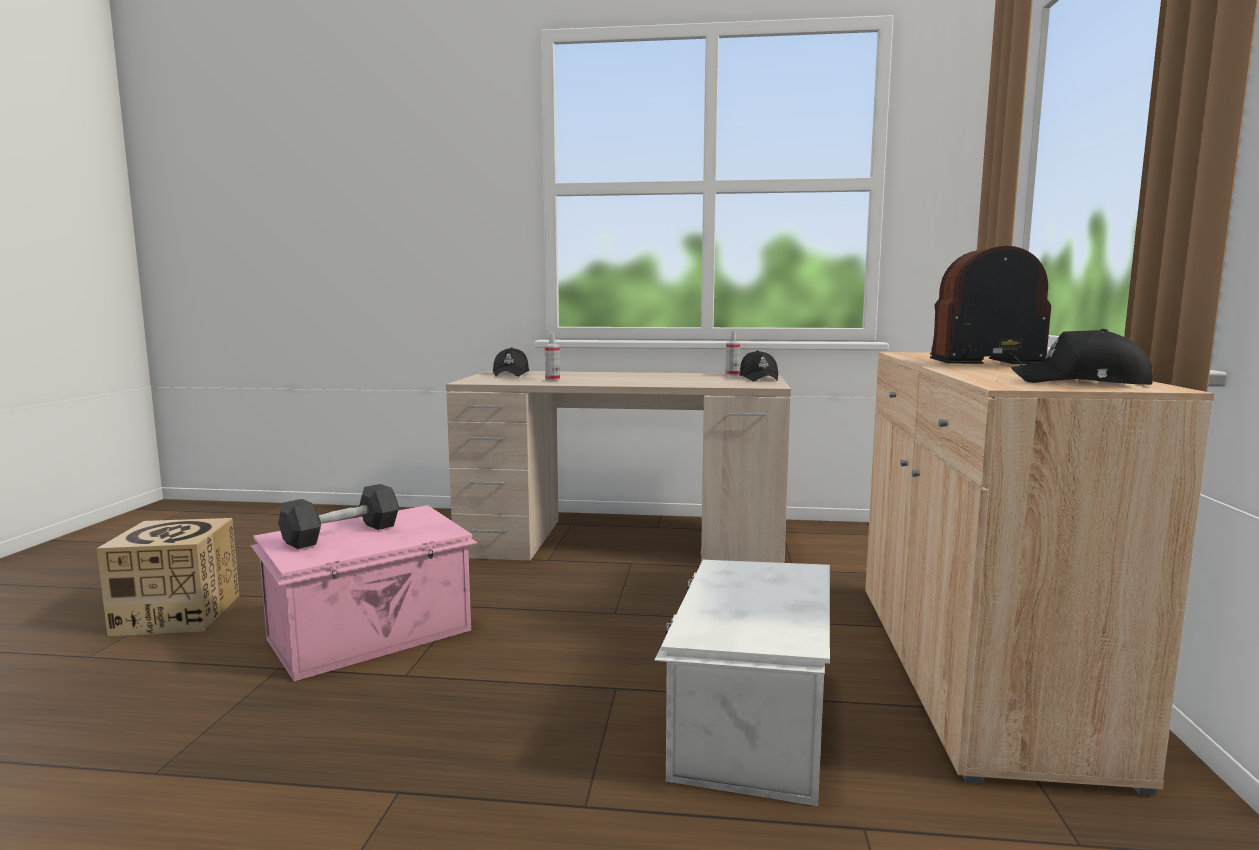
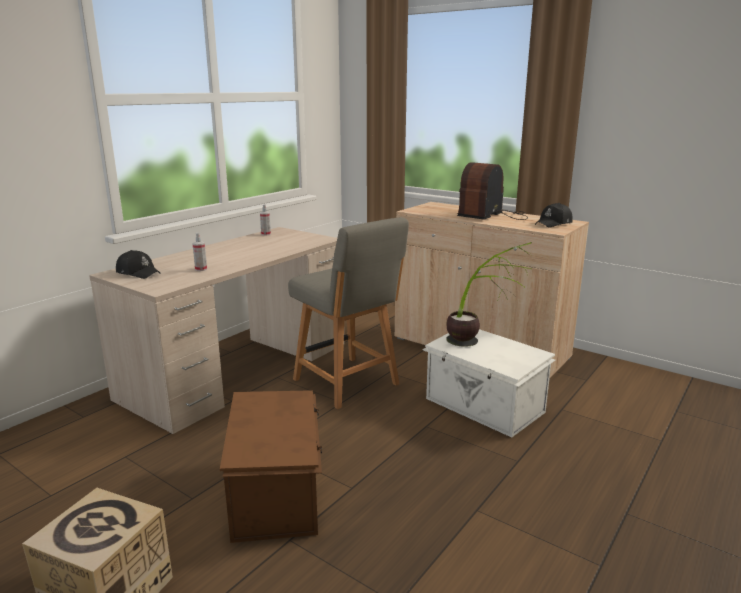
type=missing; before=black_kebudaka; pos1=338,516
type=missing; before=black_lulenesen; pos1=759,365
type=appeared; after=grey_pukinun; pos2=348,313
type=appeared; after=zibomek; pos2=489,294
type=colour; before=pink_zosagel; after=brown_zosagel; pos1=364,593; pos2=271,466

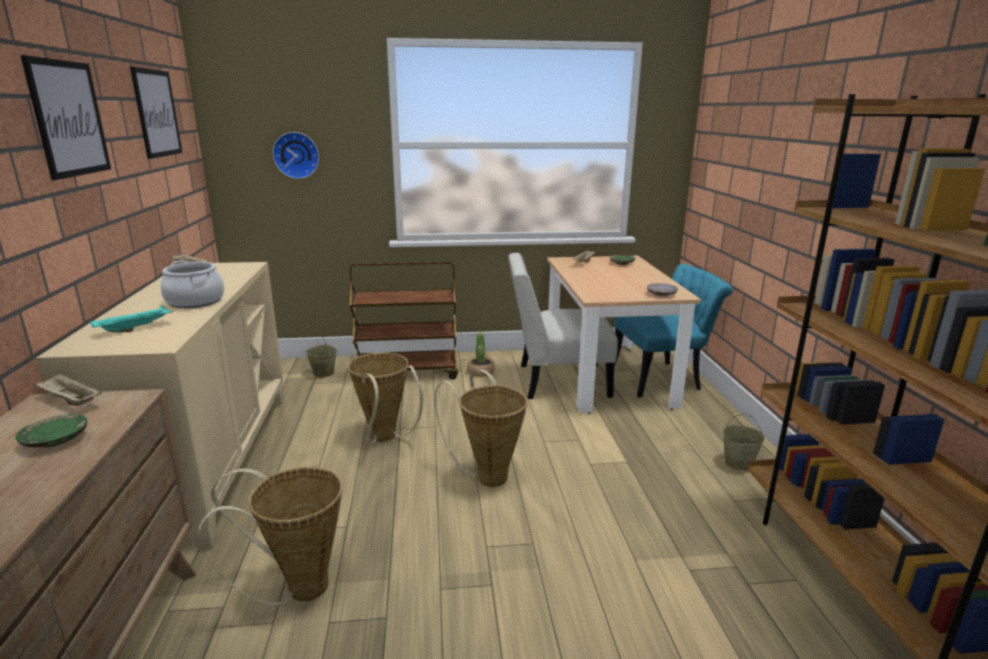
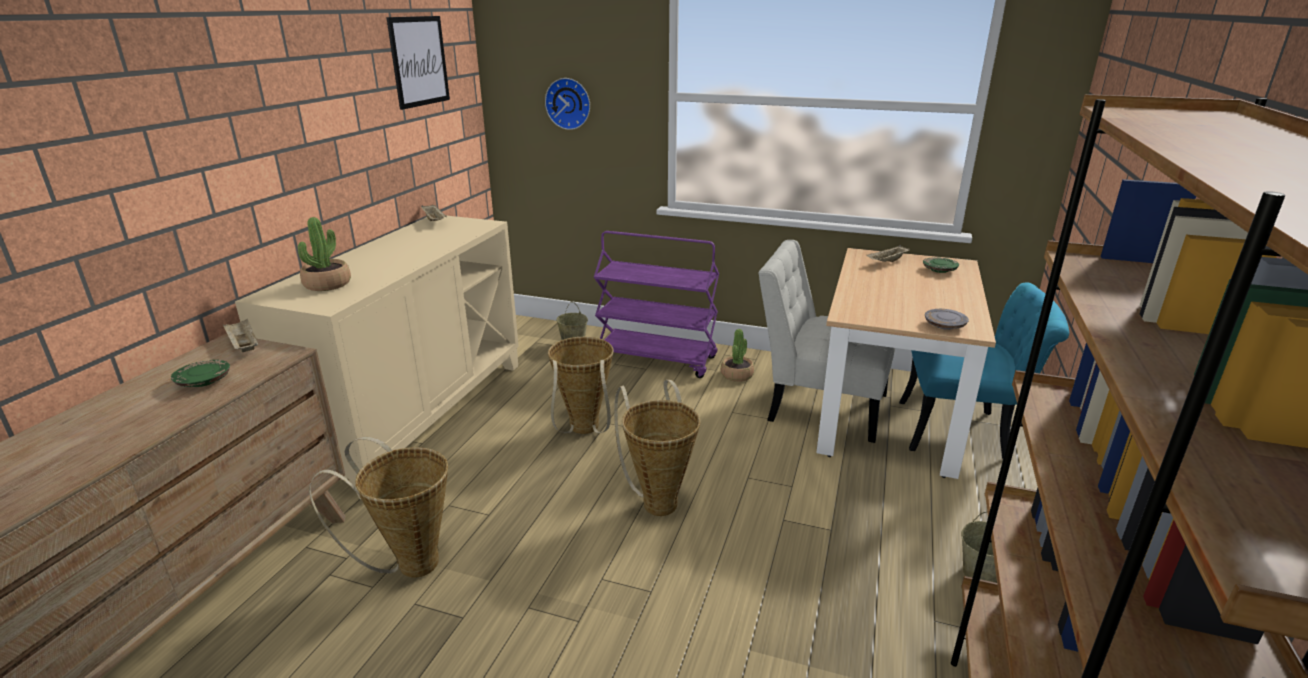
type=missing; before=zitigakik; pos1=65,117
type=missing; before=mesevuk; pos1=192,284
type=exchanged; before=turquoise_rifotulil; after=zibomek; pos1=131,319; pos2=324,254
type=colour; before=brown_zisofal; after=purple_zisofal; pos1=404,321; pos2=656,304

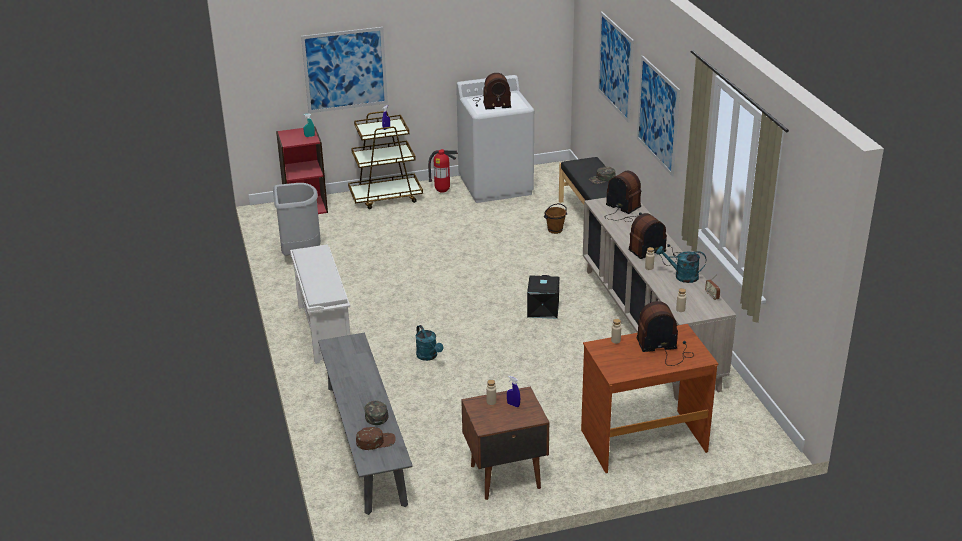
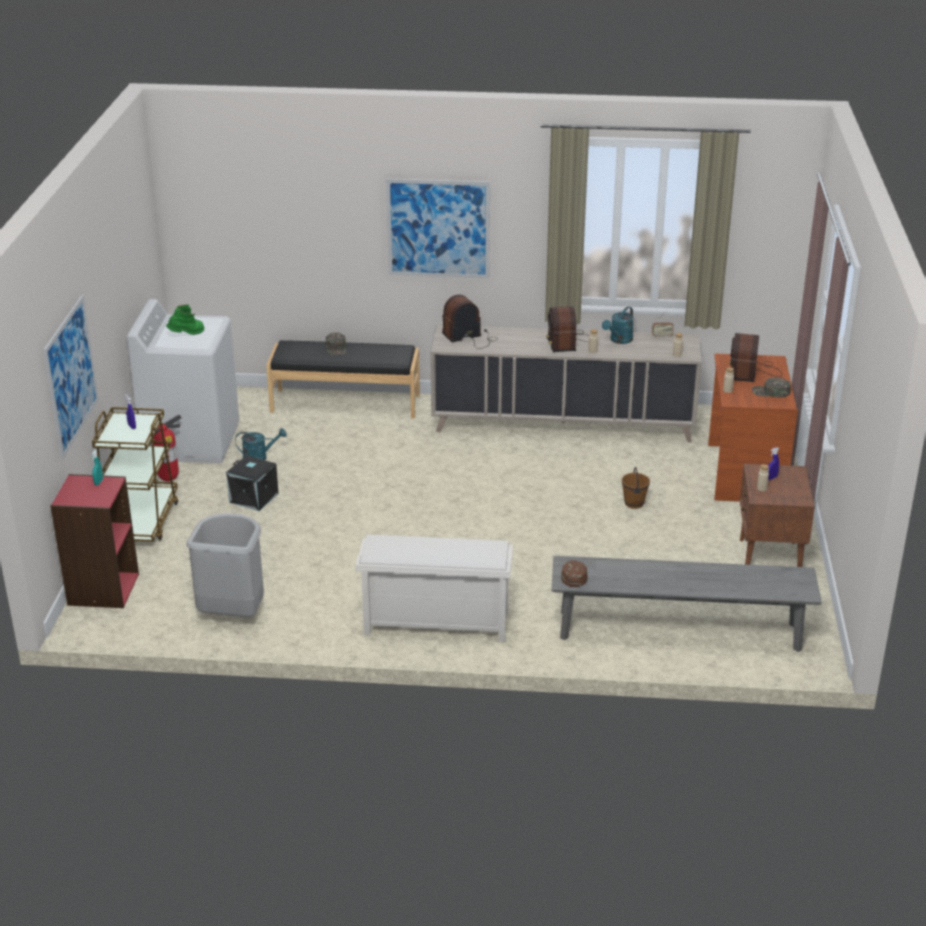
type=missing; before=zitigakik; pos1=616,67
type=relocated; before=brown_lulenesen; pos1=376,438; pos2=574,573
type=relocated; before=green_lulenesen; pos1=376,413; pos2=771,387
type=relocated; before=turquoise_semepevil; pos1=429,343; pos2=261,444
type=relocated; before=black_zosagel; pos1=543,297; pos2=252,483
type=relocated; before=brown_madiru; pos1=555,218; pos2=636,488
type=exchanged; before=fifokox; after=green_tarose; pos1=491,91; pos2=185,319

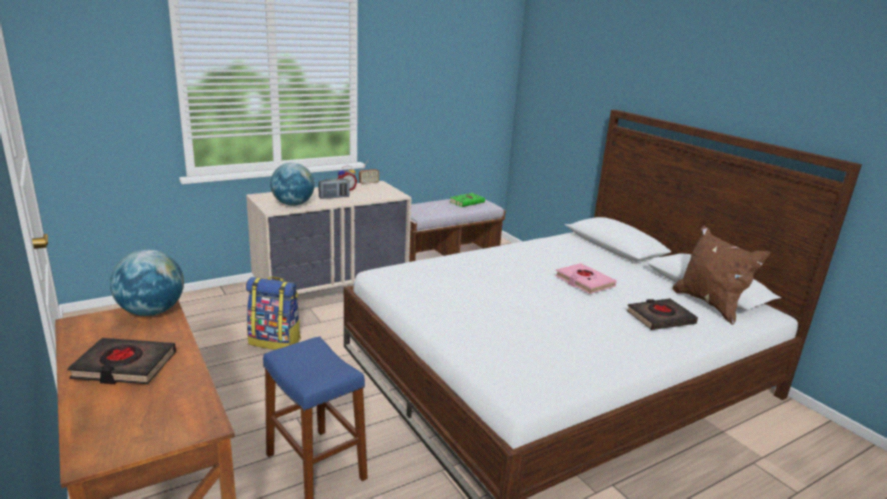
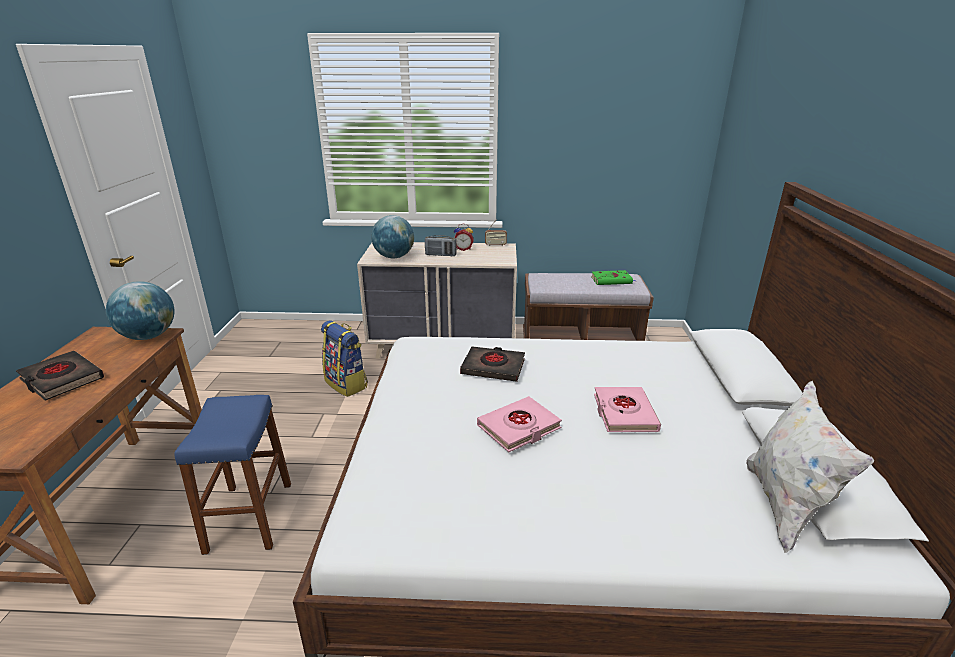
type=appeared; after=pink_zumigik; pos2=519,424
type=relocated; before=black_zumigik; pos1=662,314; pos2=492,364
type=colour; before=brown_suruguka; after=white_suruguka; pos1=721,275; pos2=810,467

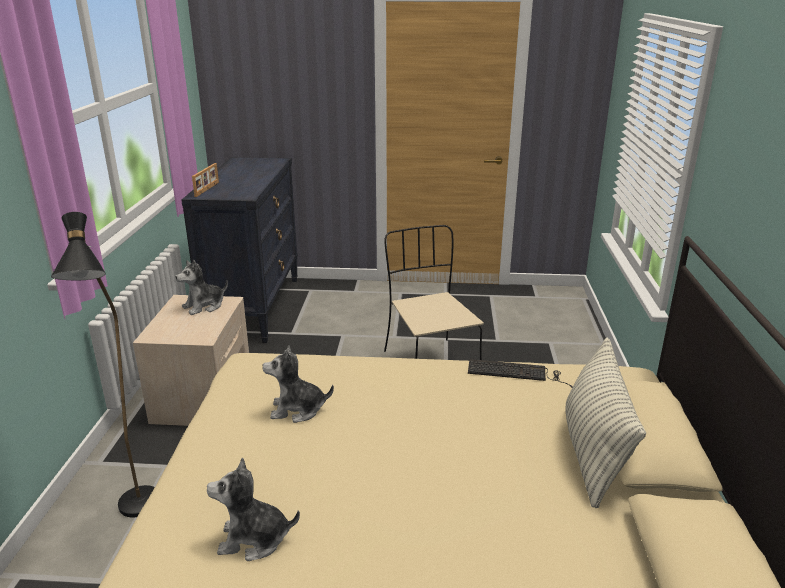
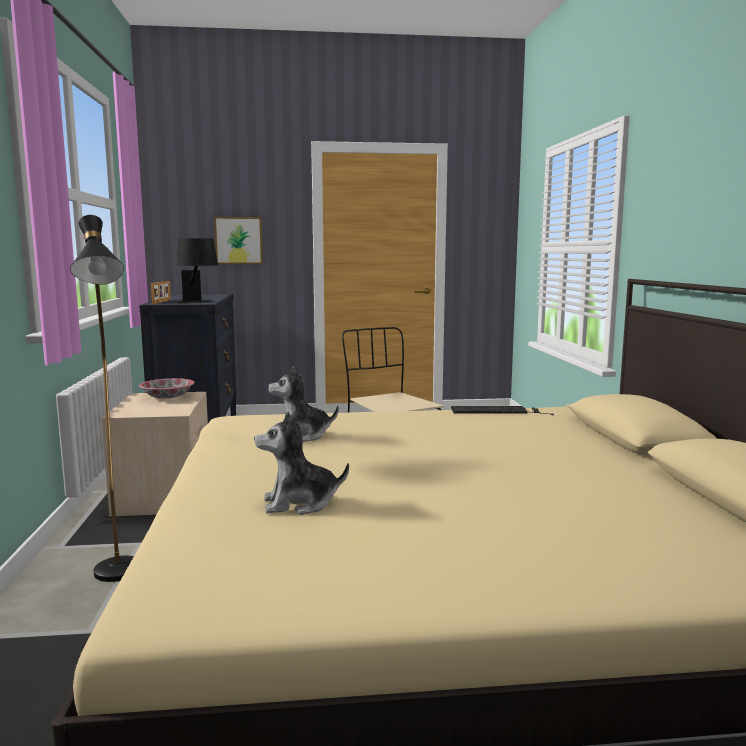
type=missing; before=suruguka; pos1=605,422
type=appeared; after=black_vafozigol; pos2=197,270
type=appeared; after=zitigakik; pos2=238,240
type=exchanged; before=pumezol; after=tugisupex; pos1=201,287; pos2=166,388

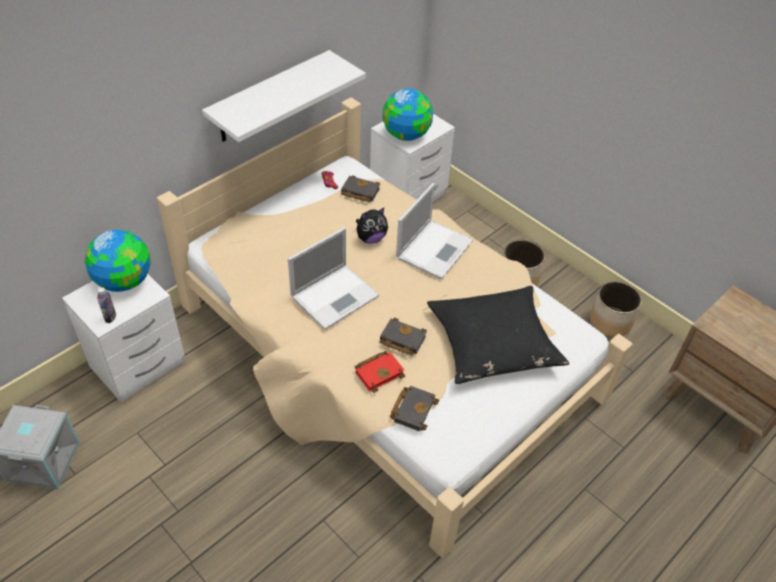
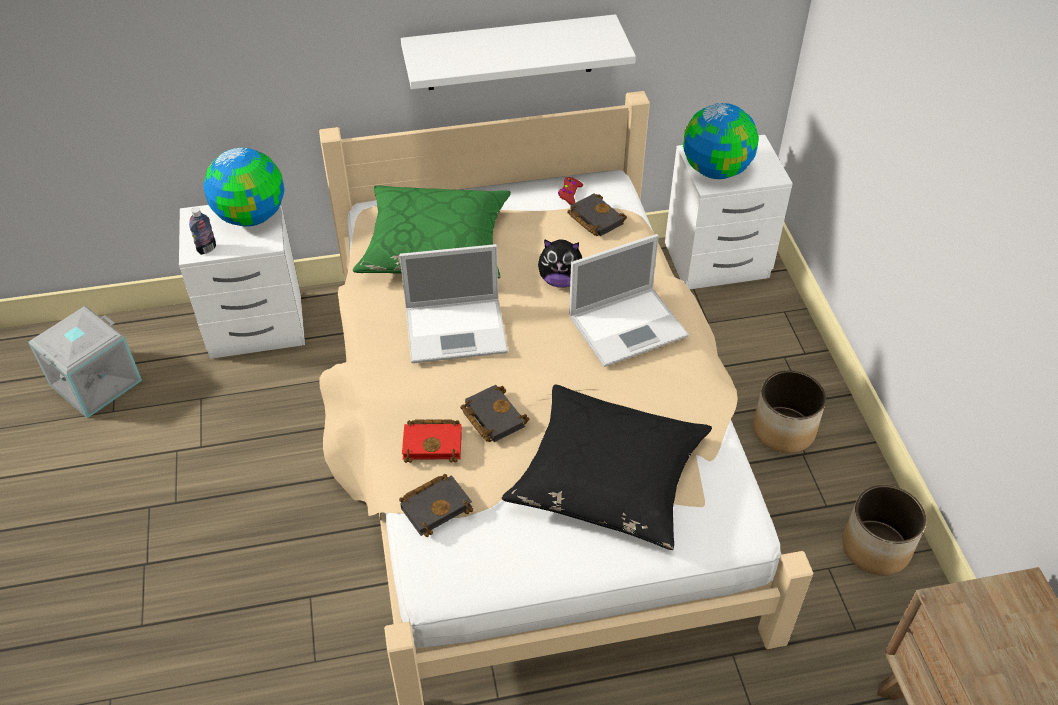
type=appeared; after=green_suruguka; pos2=432,232

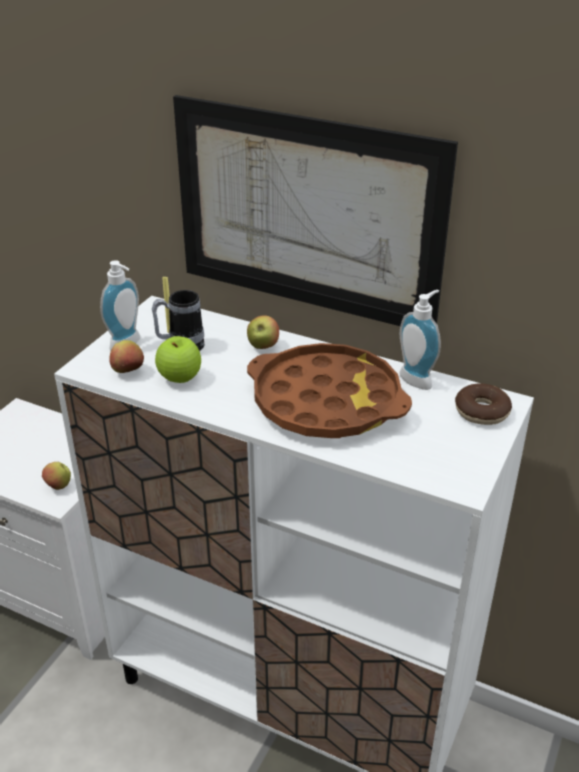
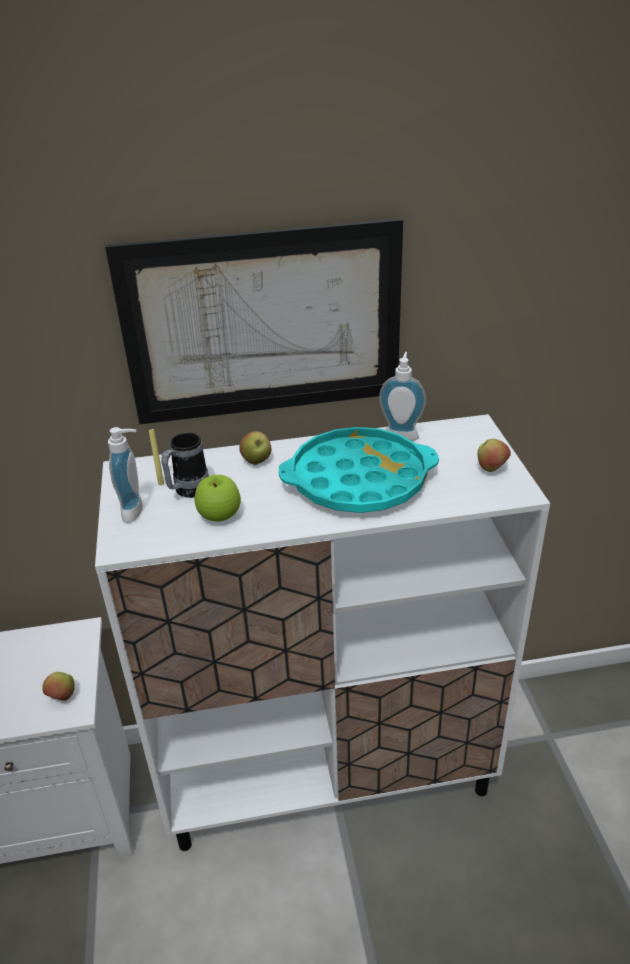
type=missing; before=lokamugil; pos1=483,404
type=relocated; before=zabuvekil; pos1=126,356; pos2=494,455
type=colour; before=brown_rifotulil; after=turquoise_rifotulil; pos1=329,390; pos2=359,470

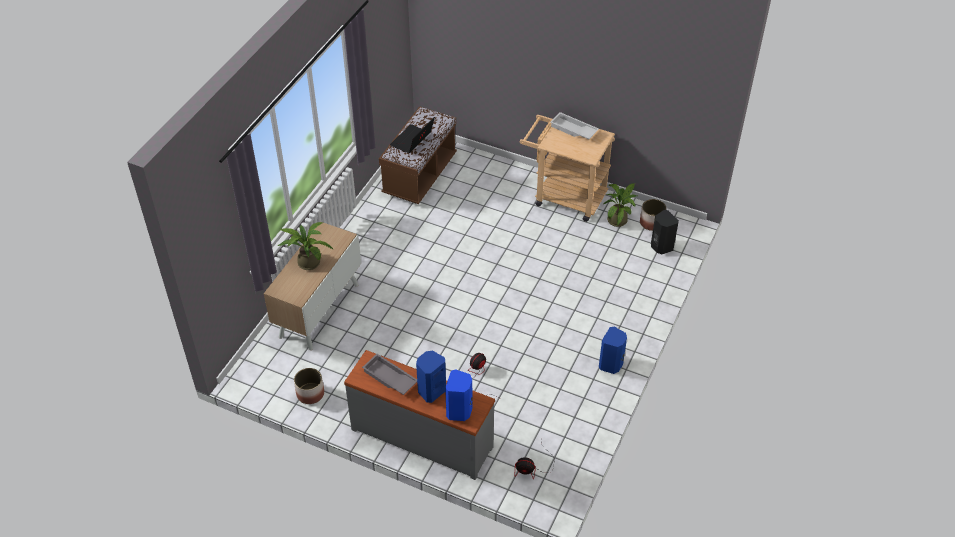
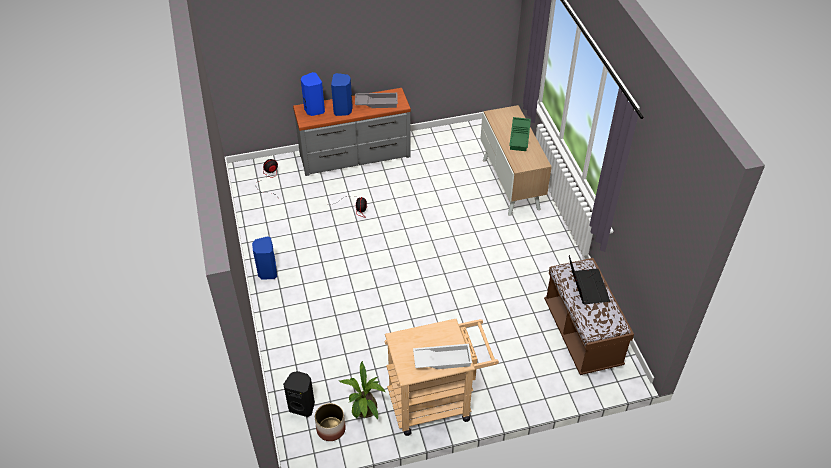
type=missing; before=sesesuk; pos1=309,386
type=exchanged; before=zibomek; after=green_rifotulil; pos1=306,246; pos2=520,134

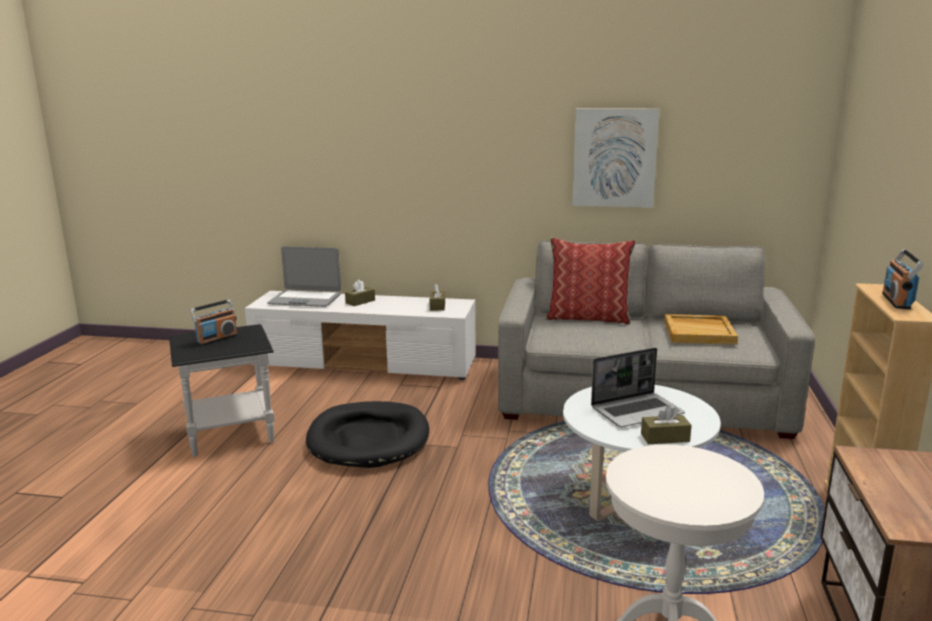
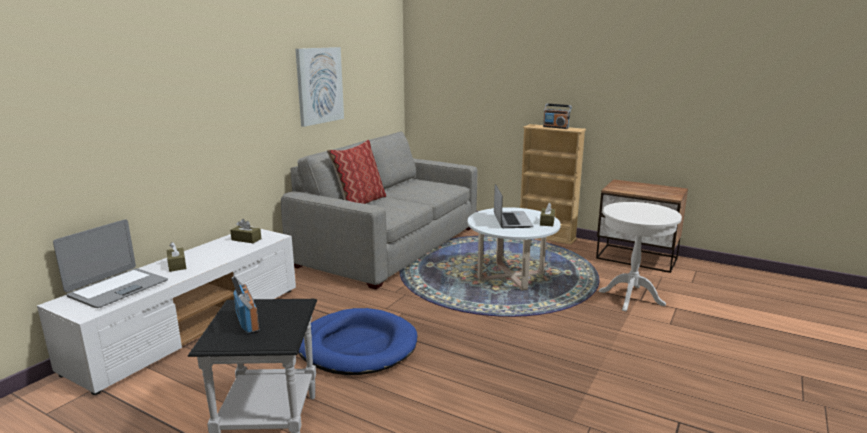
type=missing; before=beige_rifotulil; pos1=701,329
type=colour; before=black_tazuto; after=blue_tazuto; pos1=367,434; pos2=357,341

